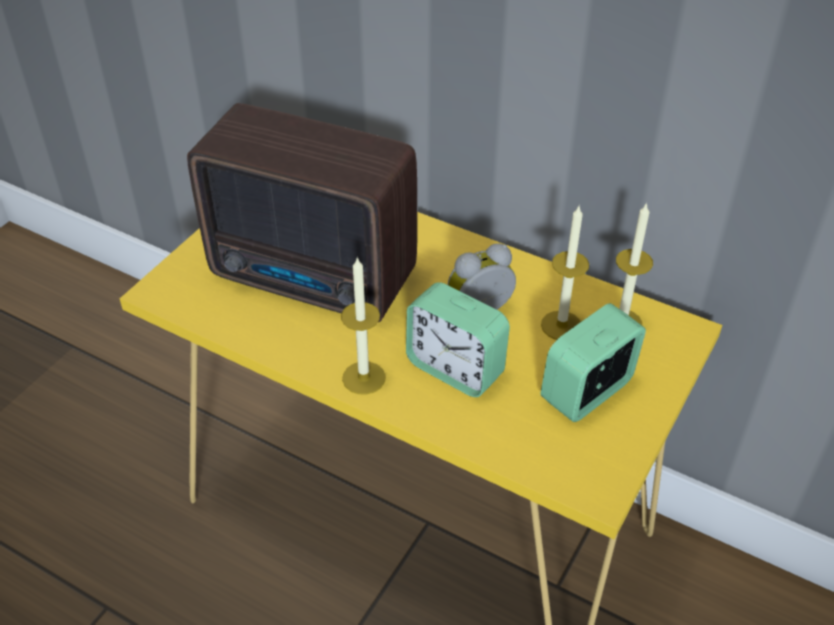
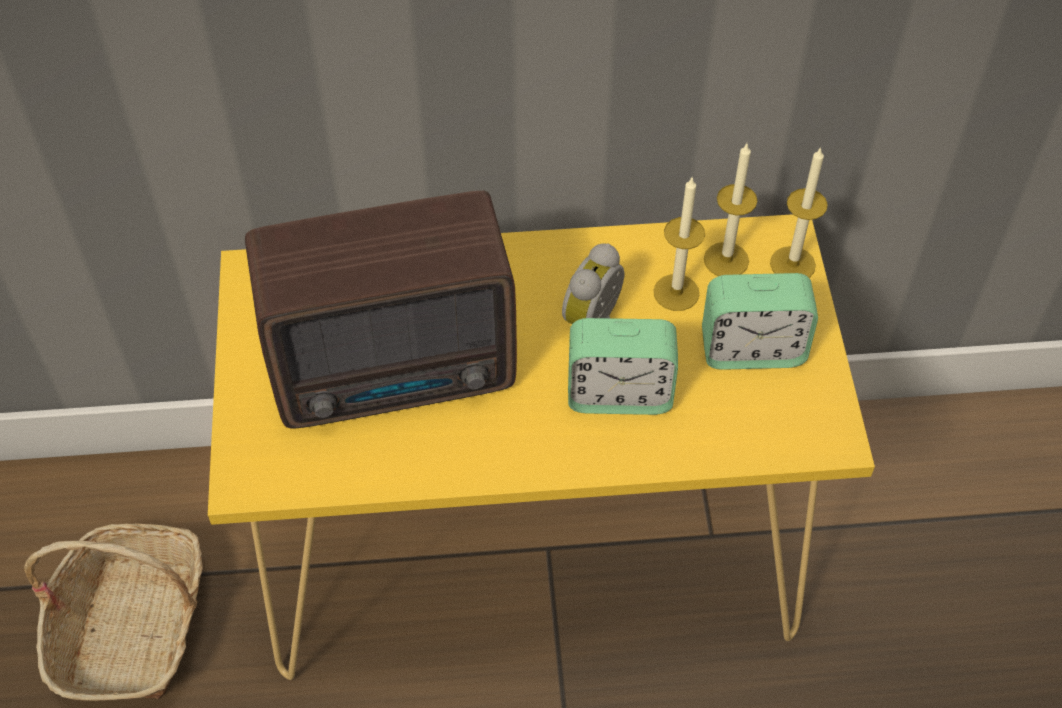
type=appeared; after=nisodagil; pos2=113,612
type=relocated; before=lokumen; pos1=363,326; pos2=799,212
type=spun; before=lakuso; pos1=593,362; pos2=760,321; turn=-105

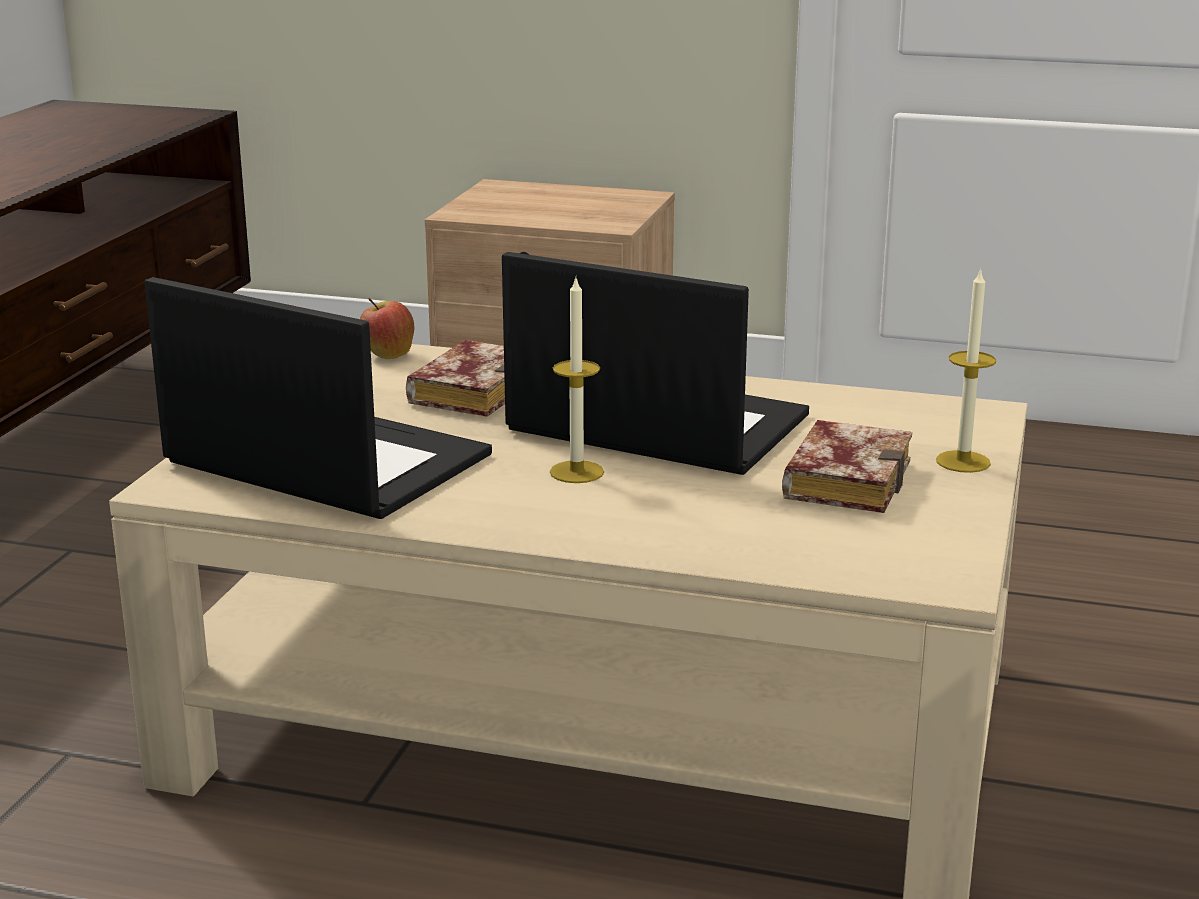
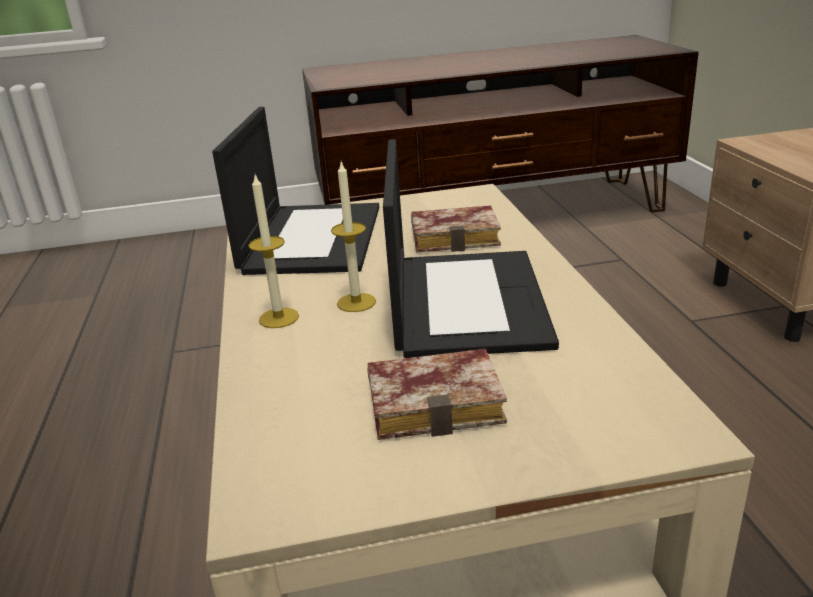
type=missing; before=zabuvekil; pos1=387,328
type=relocated; before=lokumen; pos1=966,370; pos2=273,251

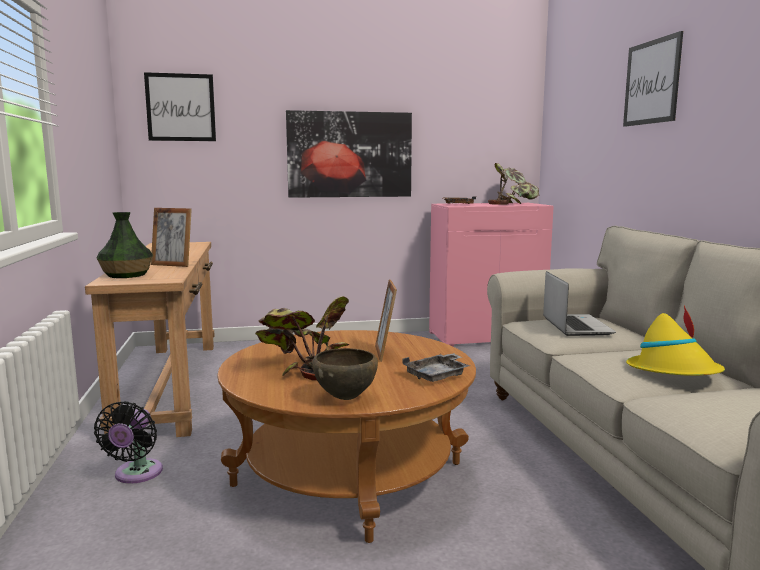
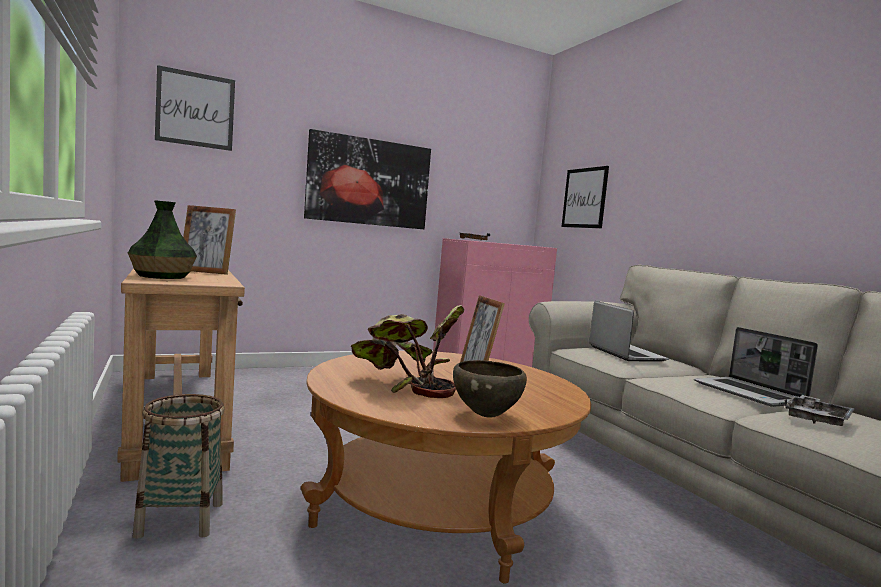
type=missing; before=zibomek; pos1=513,184
type=relocated; before=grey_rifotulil; pos1=436,367; pos2=819,410
type=relocated; before=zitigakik; pos1=653,79; pos2=585,197
type=exchanged; before=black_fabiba; after=nisodagil; pos1=128,442; pos2=179,466
type=exchanged; before=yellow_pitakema; after=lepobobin; pos1=675,340; pos2=756,367

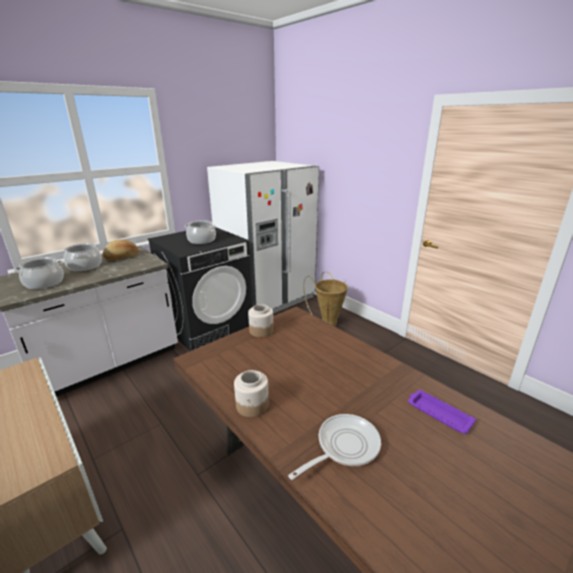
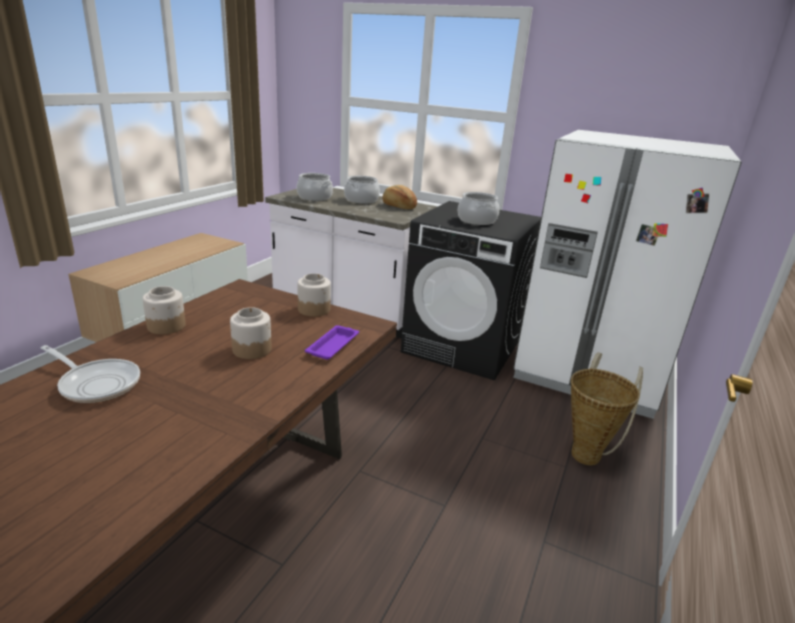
type=appeared; after=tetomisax; pos2=251,333
type=relocated; before=purple_rifotulil; pos1=442,412; pos2=332,342

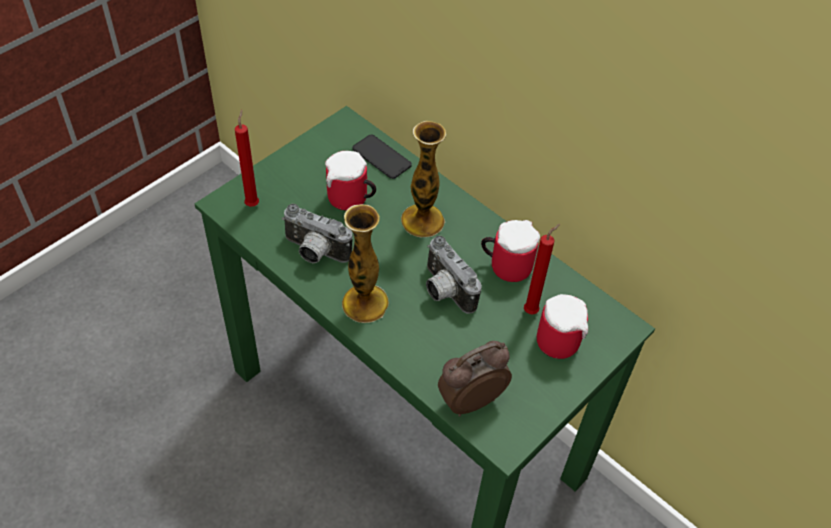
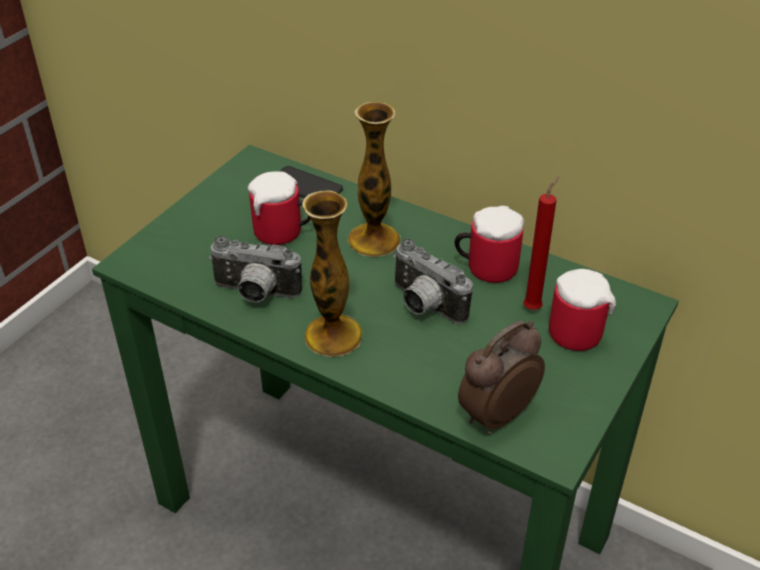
type=missing; before=red_lokumen; pos1=247,158

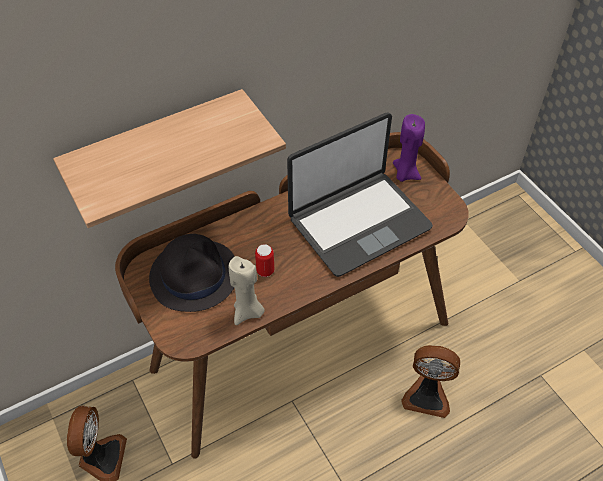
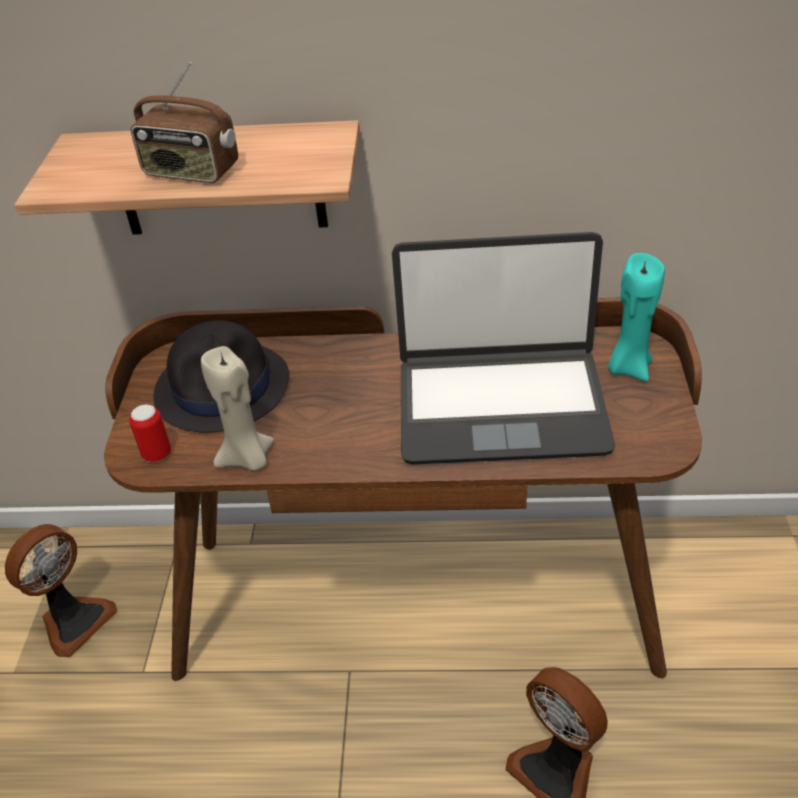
type=appeared; after=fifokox; pos2=184,122
type=relocated; before=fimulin; pos1=264,260; pos2=150,433
type=colour; before=purple_lokumen; after=turquoise_lokumen; pos1=409,148; pos2=636,317

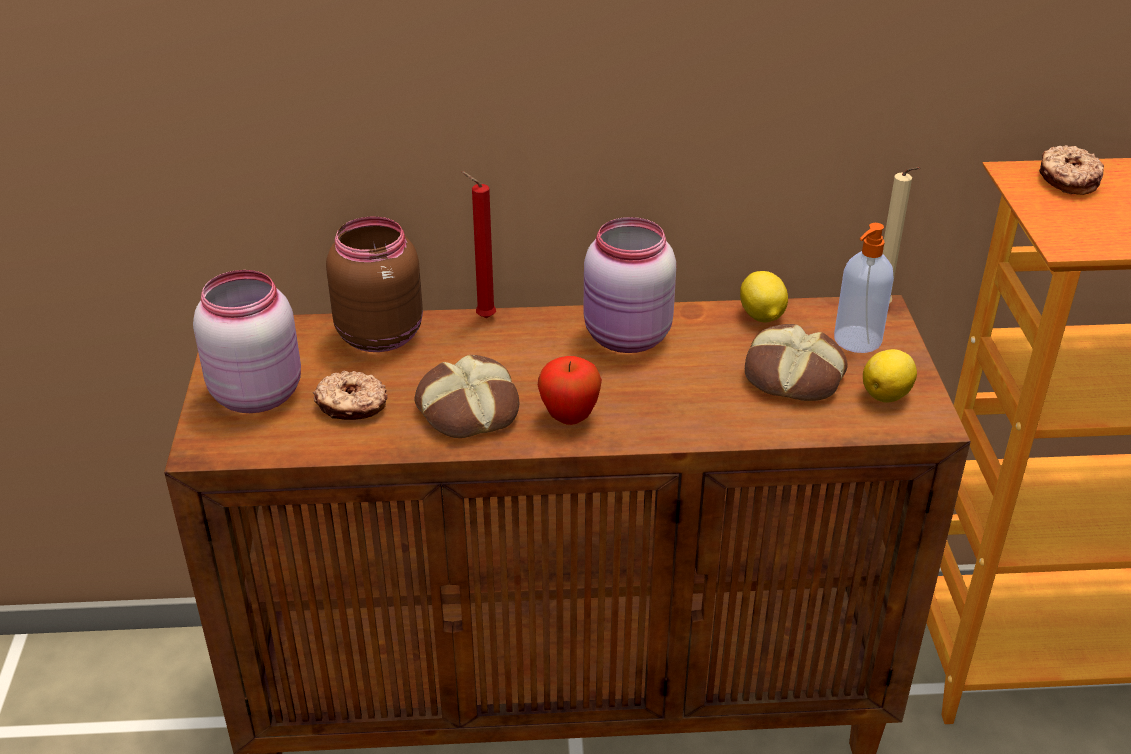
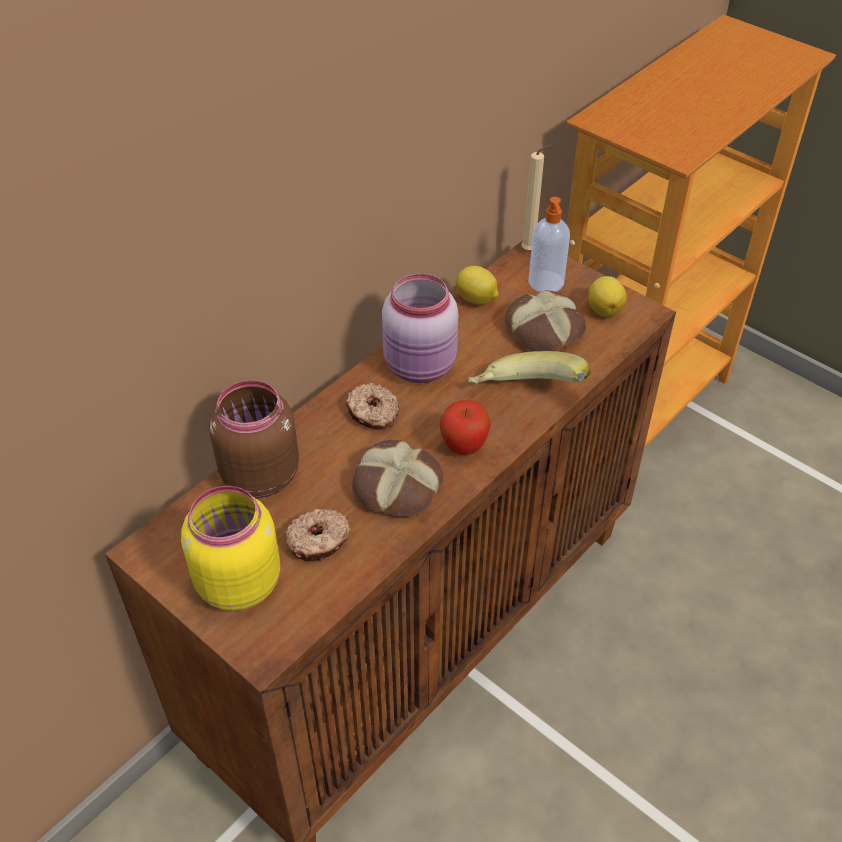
type=missing; before=red_lokumen; pos1=478,244
type=appeared; after=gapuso; pos2=529,368
type=relocated; before=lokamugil; pos1=1071,170; pos2=373,406
type=colour; before=pink_tetomisax; after=yellow_tetomisax; pos1=247,341; pos2=231,548

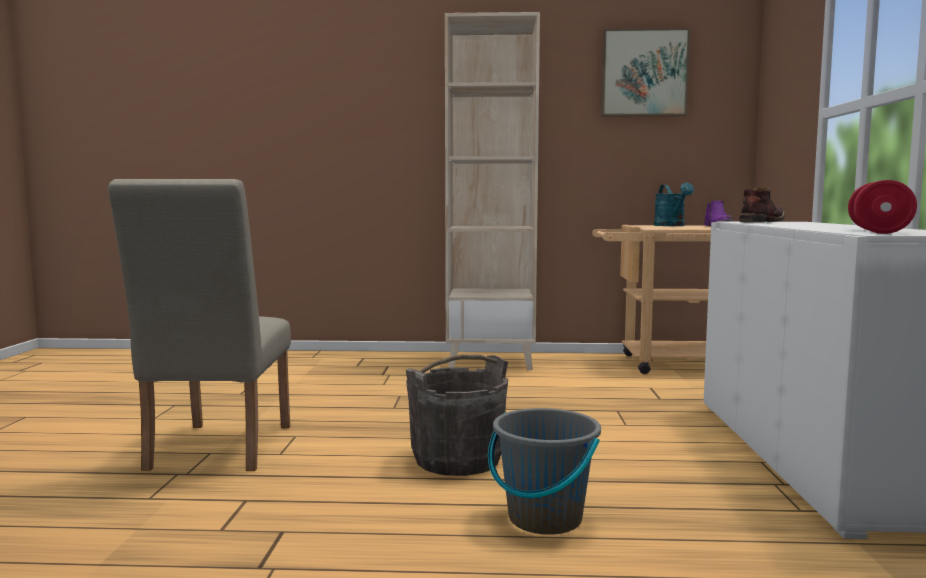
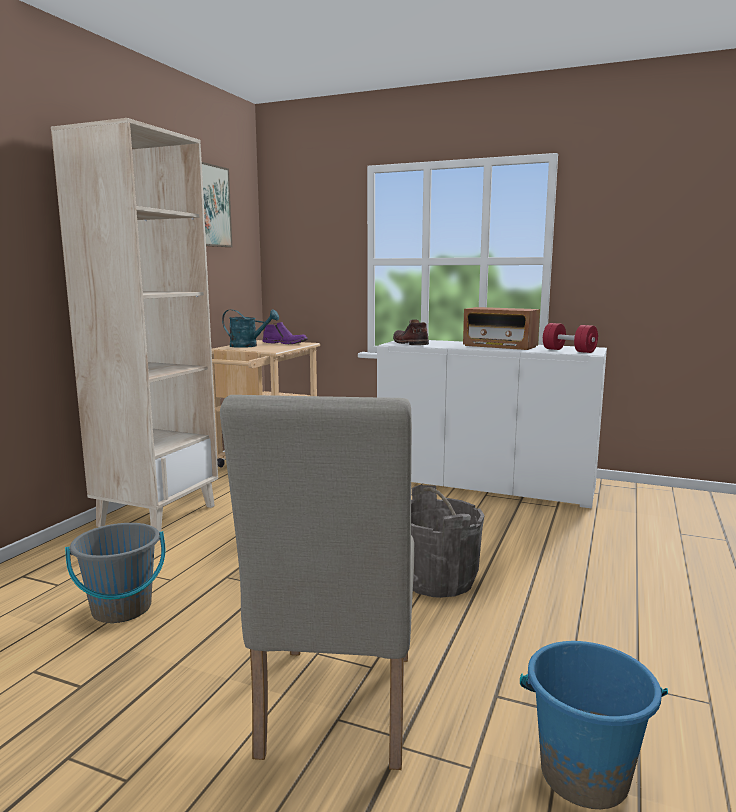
type=appeared; after=fifokox; pos2=501,328
type=appeared; after=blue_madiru; pos2=594,725
type=relocated; before=grey_madiru; pos1=544,471; pos2=115,573
type=spun; before=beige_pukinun; pos1=199,325; pos2=317,582; turn=75

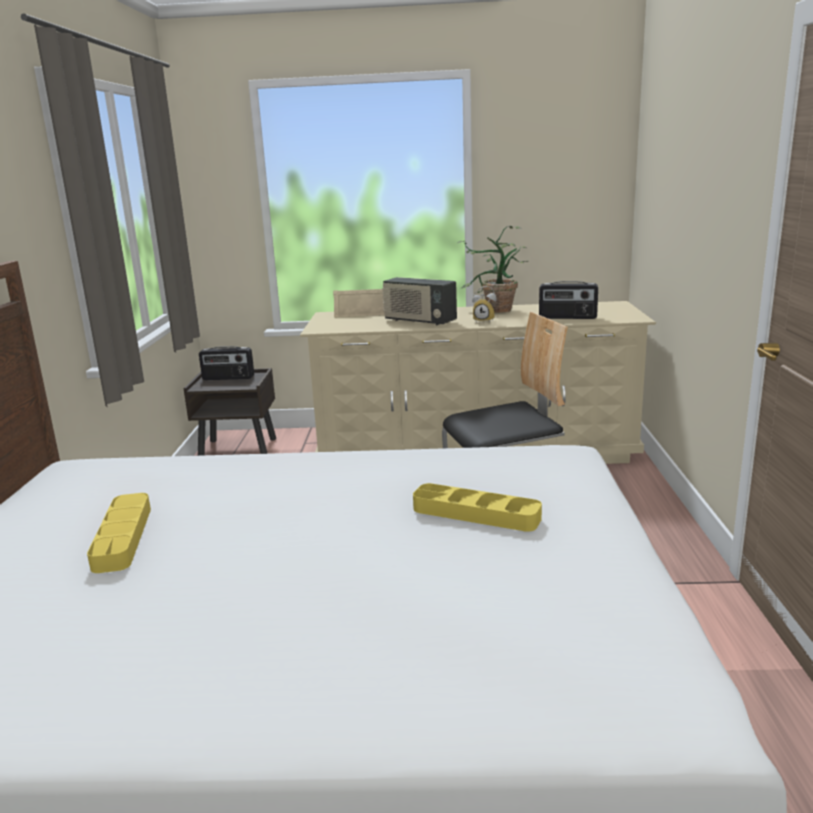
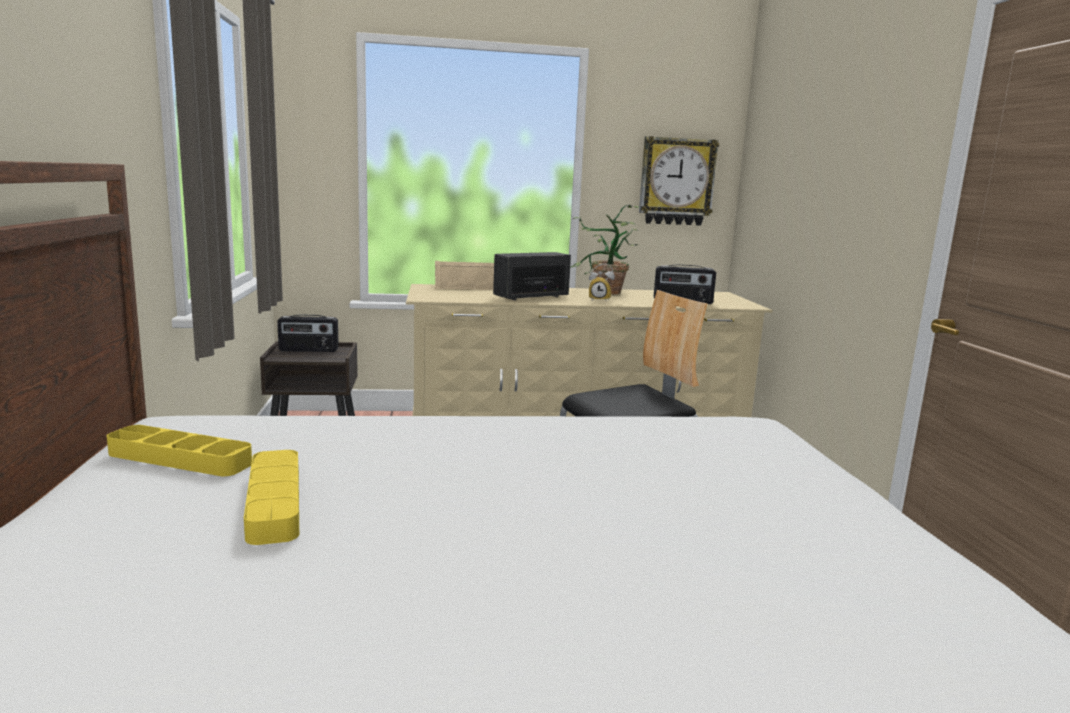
type=appeared; after=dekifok; pos2=679,181
type=relocated; before=yellow_rifotulil; pos1=477,507; pos2=179,450
type=spun; before=fifokox; pos1=419,301; pos2=532,276; turn=120

